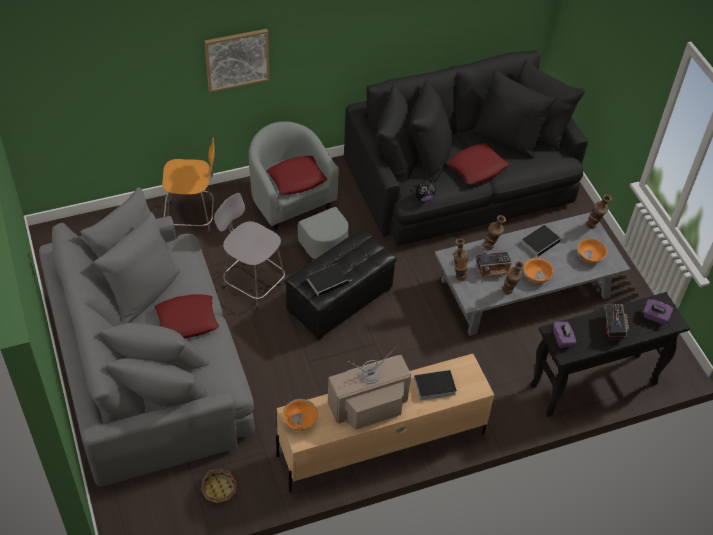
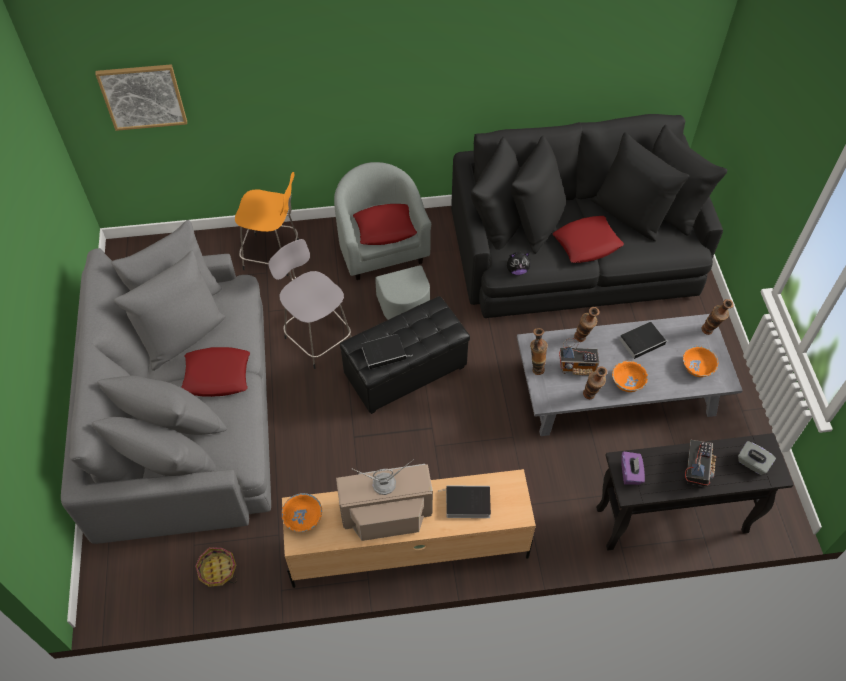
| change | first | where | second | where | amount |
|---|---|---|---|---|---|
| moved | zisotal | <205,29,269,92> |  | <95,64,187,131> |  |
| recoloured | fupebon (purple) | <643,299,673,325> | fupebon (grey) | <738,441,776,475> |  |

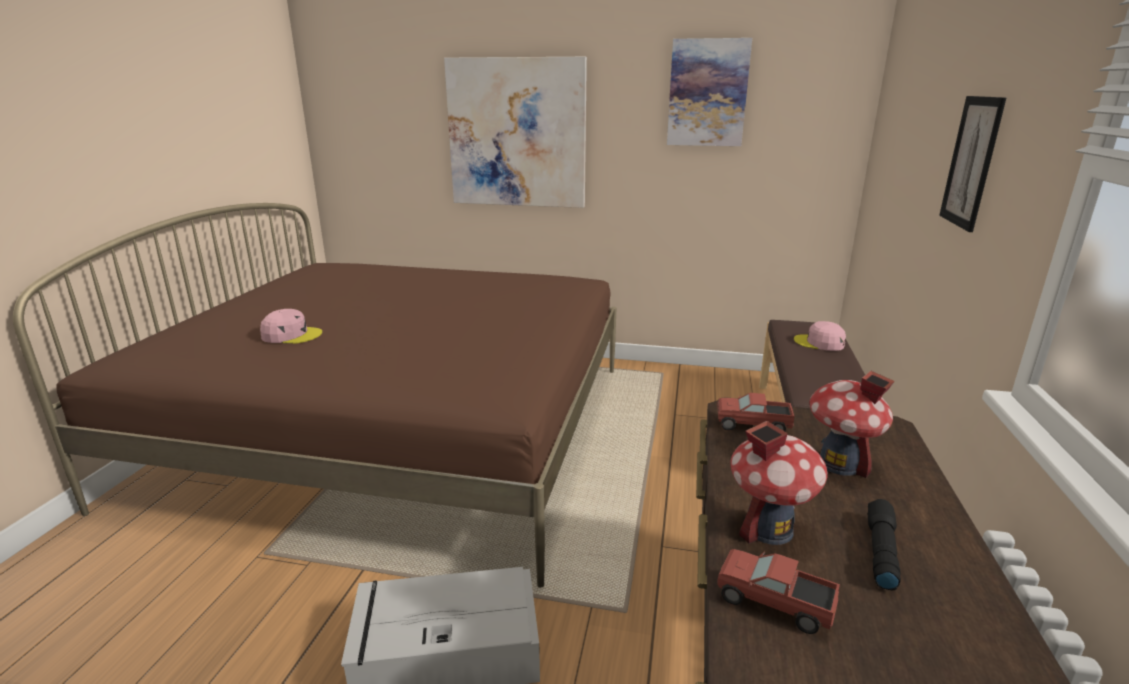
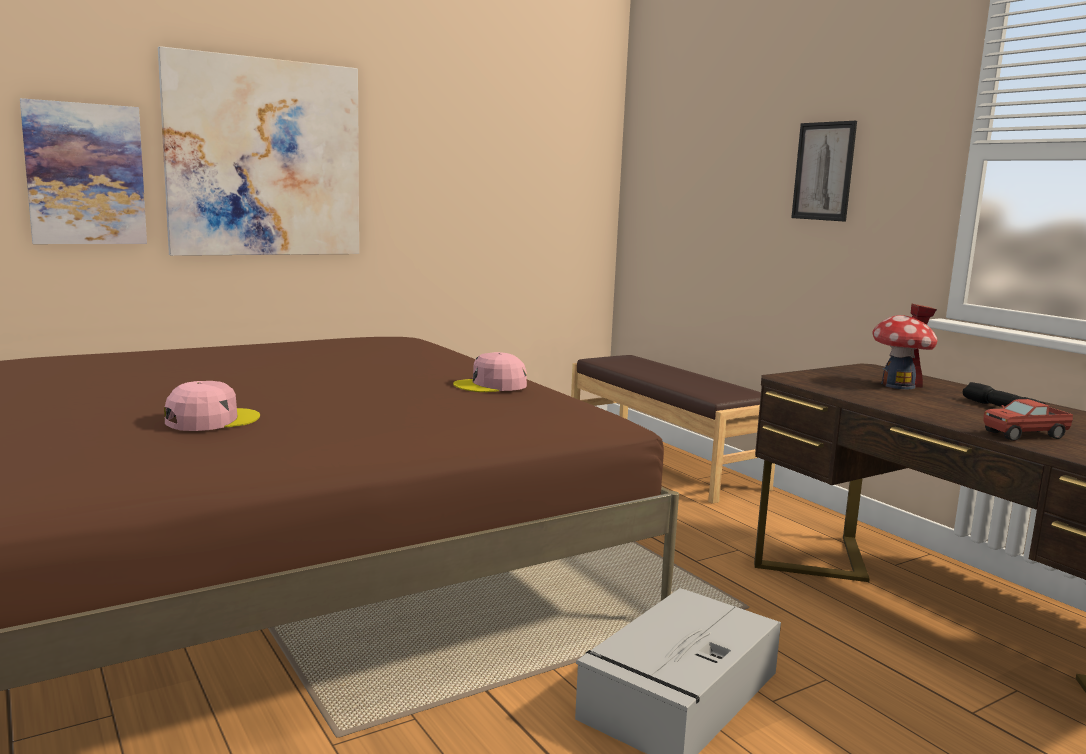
| change | first | where | second | where | amount |
|---|---|---|---|---|---|
| moved | zisotal | <667,38,752,146> |  | <20,98,147,244> |  |
| moved | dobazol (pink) | <794,321,846,351> |  | <453,352,527,392> |  |
| removed | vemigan | <717,393,794,431> |  |  |  |
| removed | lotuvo | <730,421,828,545> |  |  |  |

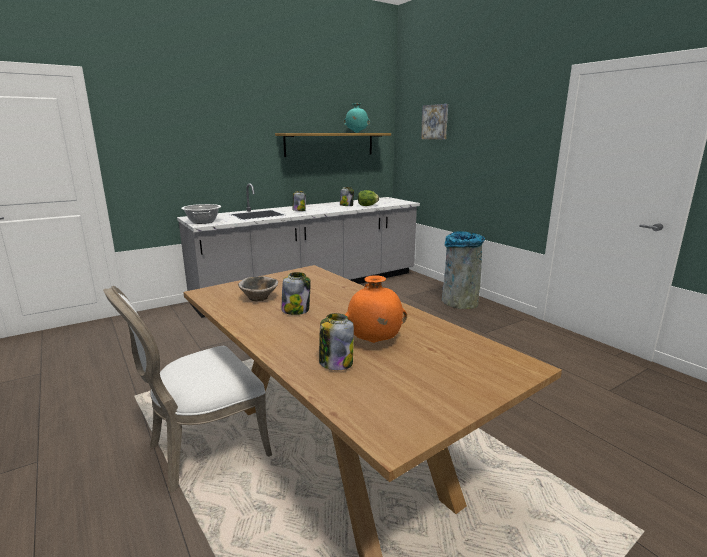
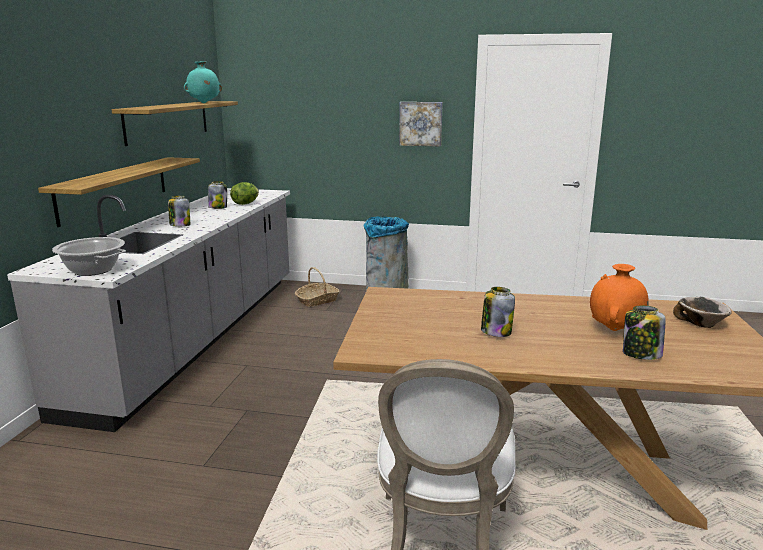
| change | first | where | second | where | amount |
|---|---|---|---|---|---|
| added |  |  | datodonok | <38,157,200,227> |  |
| added |  |  | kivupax | <295,267,340,307> |  |
| moved | zisotal | <421,104,448,140> |  | <399,102,443,146> |  |
| moved | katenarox | <238,276,278,301> |  | <673,297,732,328> |  |

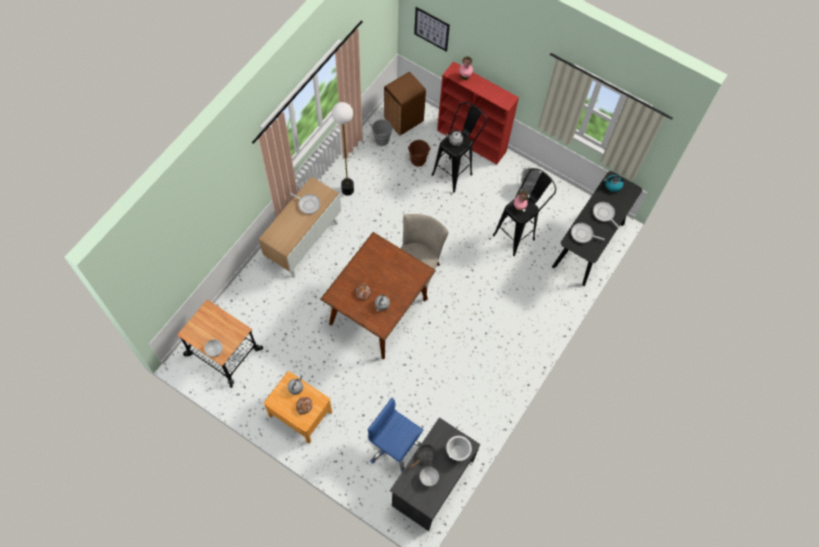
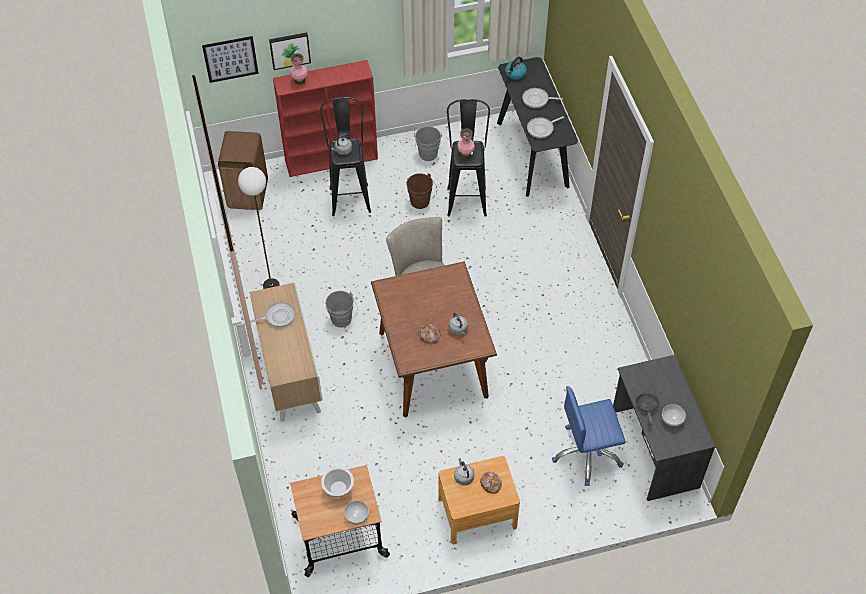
| change | first | where | second | where | amount |
|---|---|---|---|---|---|
| added |  |  | zisotal | <269,33,311,70> |  |
| moved | katenarox (white) | <446,436,472,461> |  | <321,467,354,499> |  |
| moved | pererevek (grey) | <371,119,393,146> |  | <325,291,358,328> |  |
| moved | pererevek (brown) | <408,140,430,167> |  | <406,173,437,209> |  |

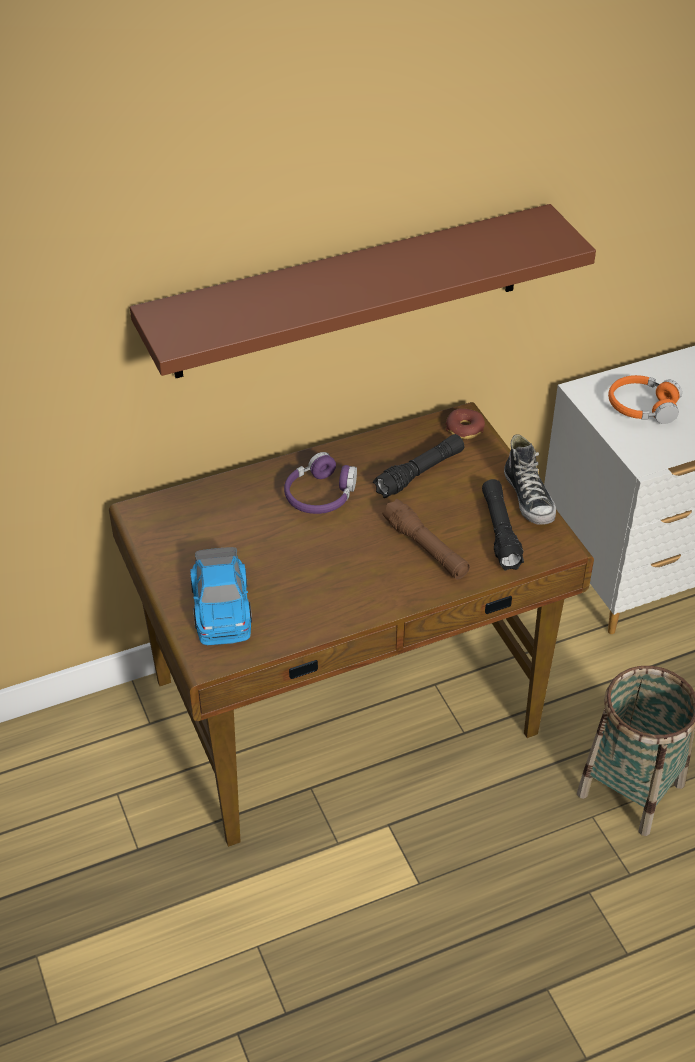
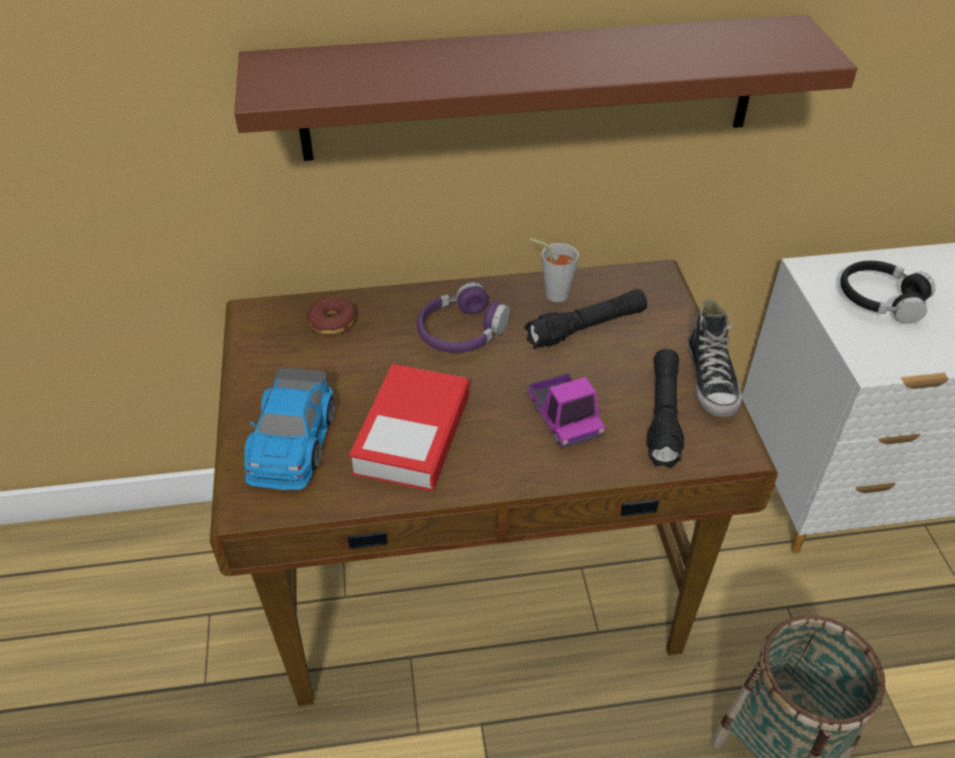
| change | first | where | second | where | amount |
|---|---|---|---|---|---|
| moved | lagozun | <446,408,485,439> |  | <307,296,355,335> |  |
| added |  |  | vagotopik | <349,364,469,491> |  |
| replaced | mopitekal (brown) | <382,499,470,579> | vemigan | <527,373,605,449> |  |
| added |  |  | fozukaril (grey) | <529,238,579,302> |  |
| recoloured | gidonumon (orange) | <608,375,682,424> | gidonumon (black) | <840,261,936,324> |  |

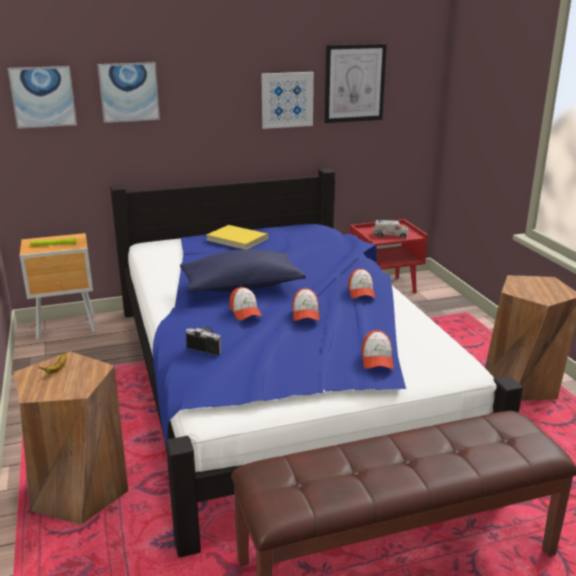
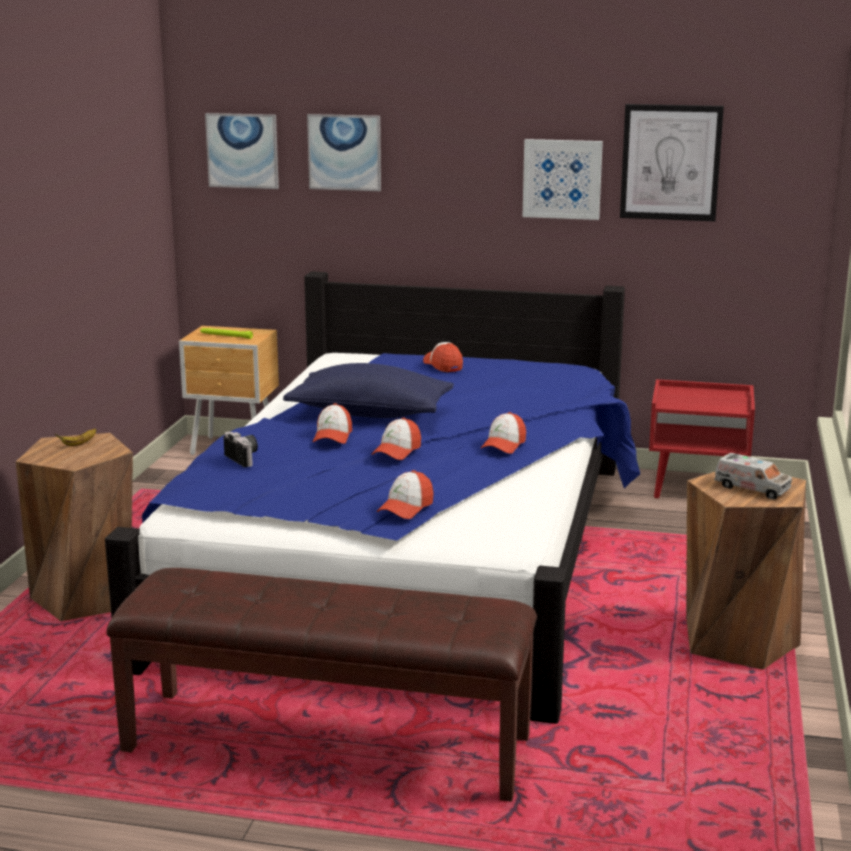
| change | first | where | second | where | amount |
|---|---|---|---|---|---|
| replaced | vagotopik (yellow) | <206,225,268,250> | dobazol | <423,342,463,372> |  |
| moved | vemigan | <373,220,408,238> |  | <714,453,792,500> |  |

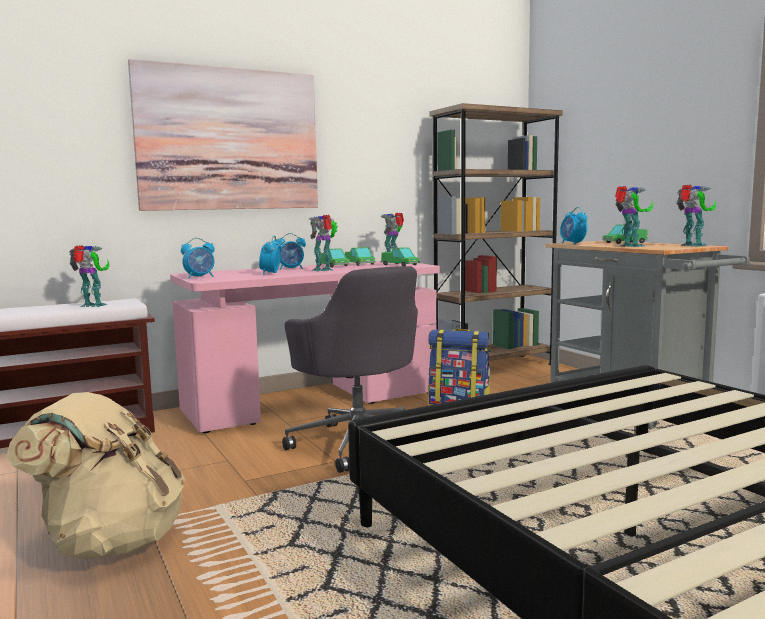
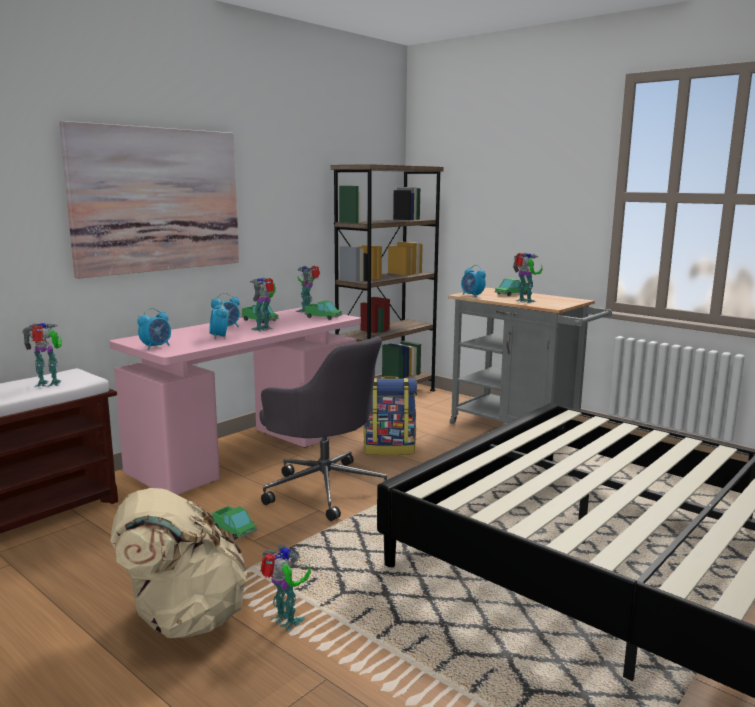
| change | first | where | second | where | amount |
|---|---|---|---|---|---|
| moved | vemigan | <345,247,376,266> |  | <212,506,257,540> |  |
| moved | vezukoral | <677,185,716,247> |  | <260,544,311,632> |  |

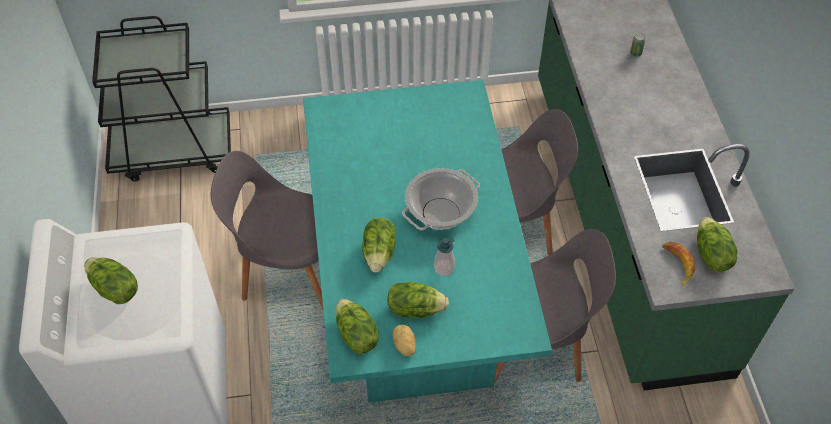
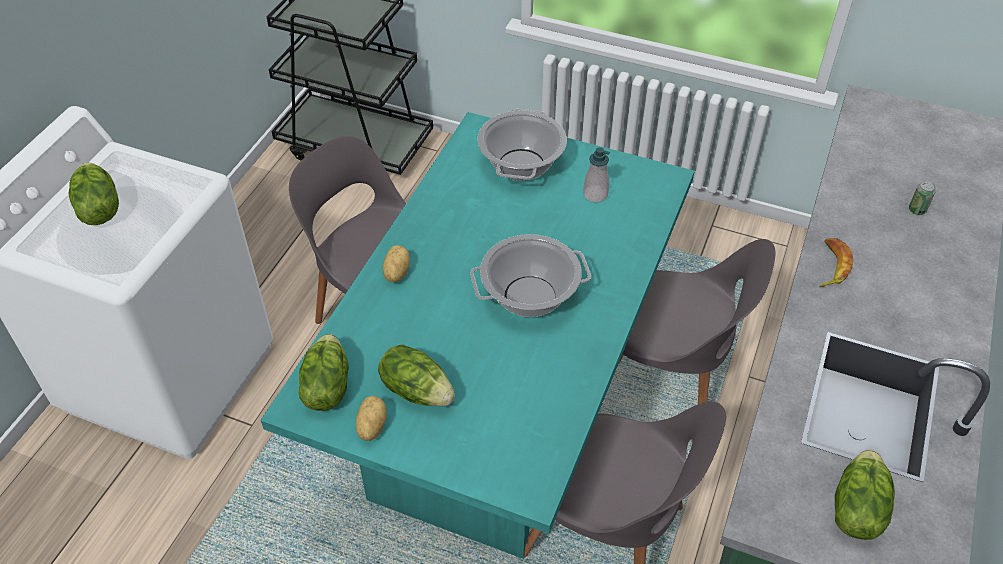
| change | first | where | second | where | amount |
|---|---|---|---|---|---|
| added |  |  | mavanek | <383,245,410,282> |  |
| added |  |  | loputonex | <477,109,567,181> |  |
| moved | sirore | <434,238,455,276> |  | <583,147,610,202> |  |
| moved | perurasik | <662,242,695,287> |  | <819,238,853,287> |  |
| removed | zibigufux | <362,218,396,273> |  |  |  |

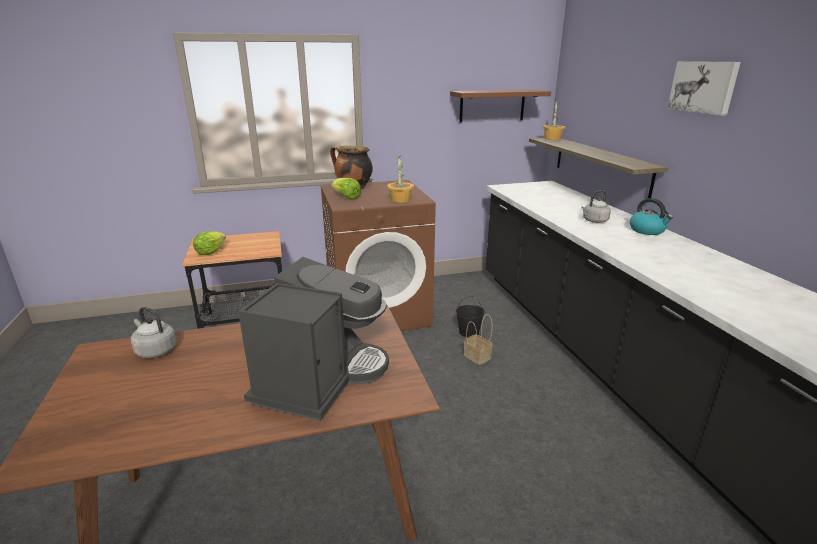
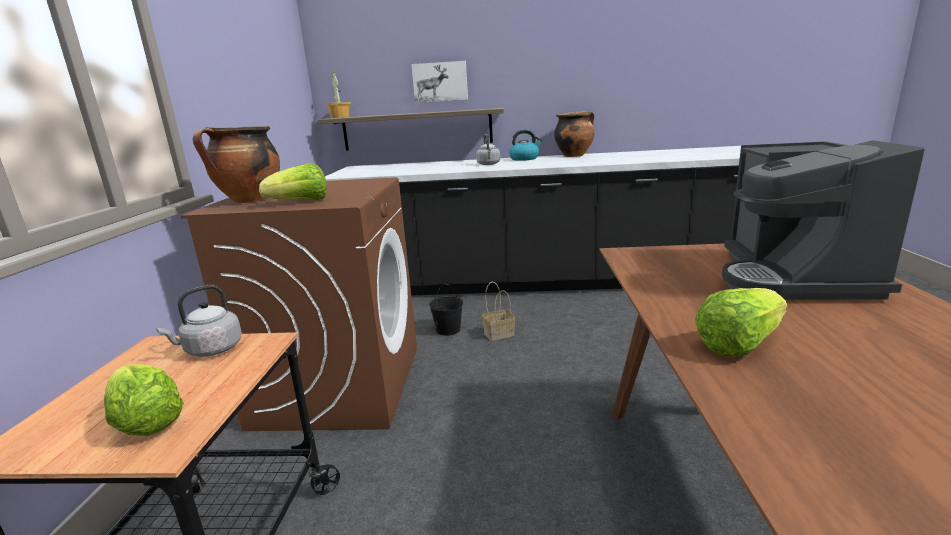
| change | first | where | second | where | amount |
|---|---|---|---|---|---|
| moved | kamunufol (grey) | <131,307,176,358> |  | <156,285,242,357> |  |
| moved | zisotal | <667,61,741,116> |  | <411,61,468,103> |  |
| added |  |  | loputonex | <554,110,594,157> |  |
| added |  |  | zibigufux | <695,288,787,357> |  |
| turned | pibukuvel | <238,257,389,421> |  | <722,140,925,300> | 120 degrees counterclockwise |
| removed | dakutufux | <387,156,414,203> |  |  |  |
| removed | datodonok (brown) | <450,89,551,122> |  |  |  |

